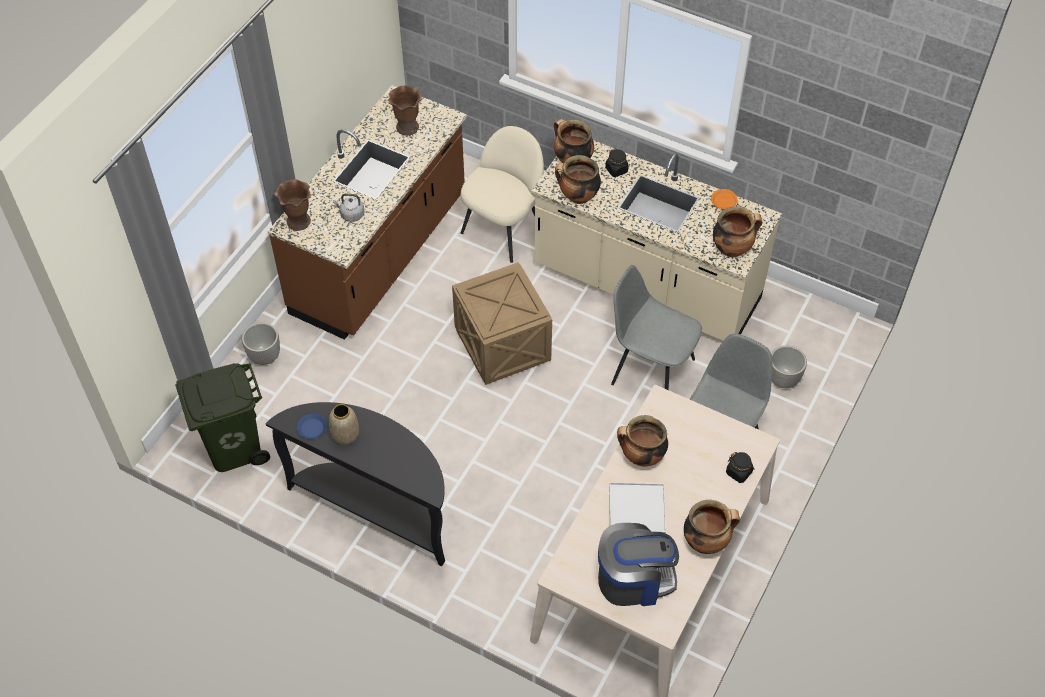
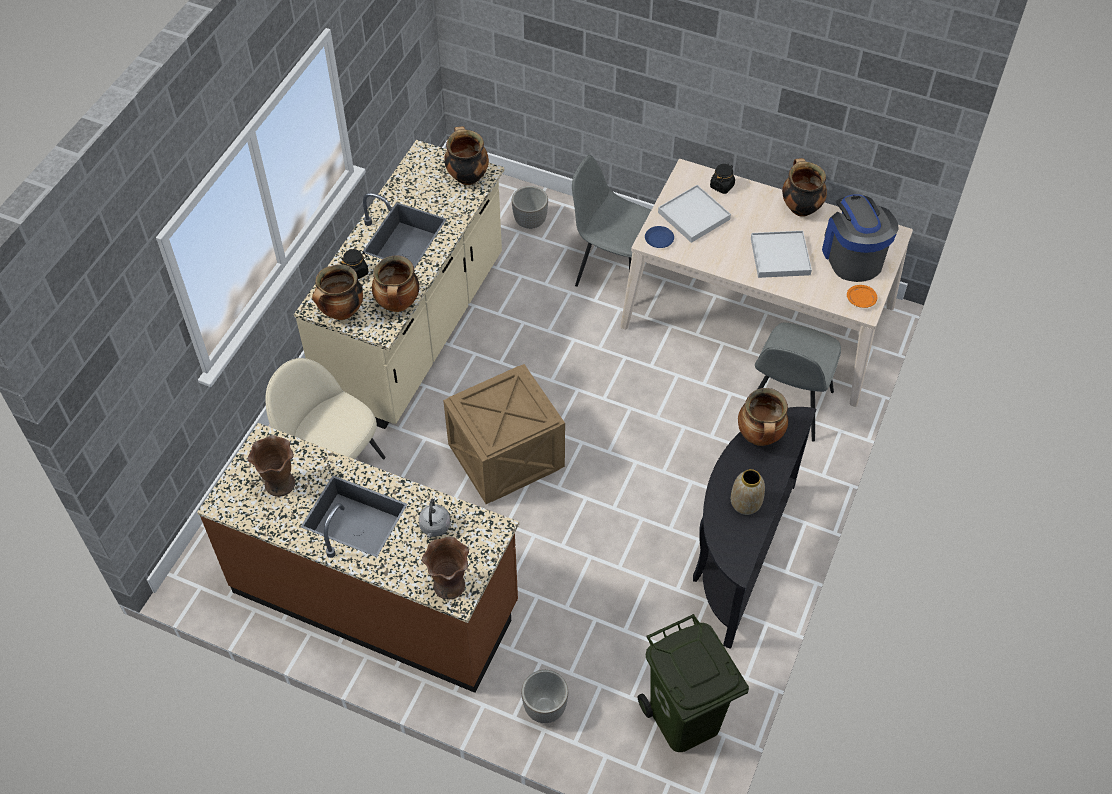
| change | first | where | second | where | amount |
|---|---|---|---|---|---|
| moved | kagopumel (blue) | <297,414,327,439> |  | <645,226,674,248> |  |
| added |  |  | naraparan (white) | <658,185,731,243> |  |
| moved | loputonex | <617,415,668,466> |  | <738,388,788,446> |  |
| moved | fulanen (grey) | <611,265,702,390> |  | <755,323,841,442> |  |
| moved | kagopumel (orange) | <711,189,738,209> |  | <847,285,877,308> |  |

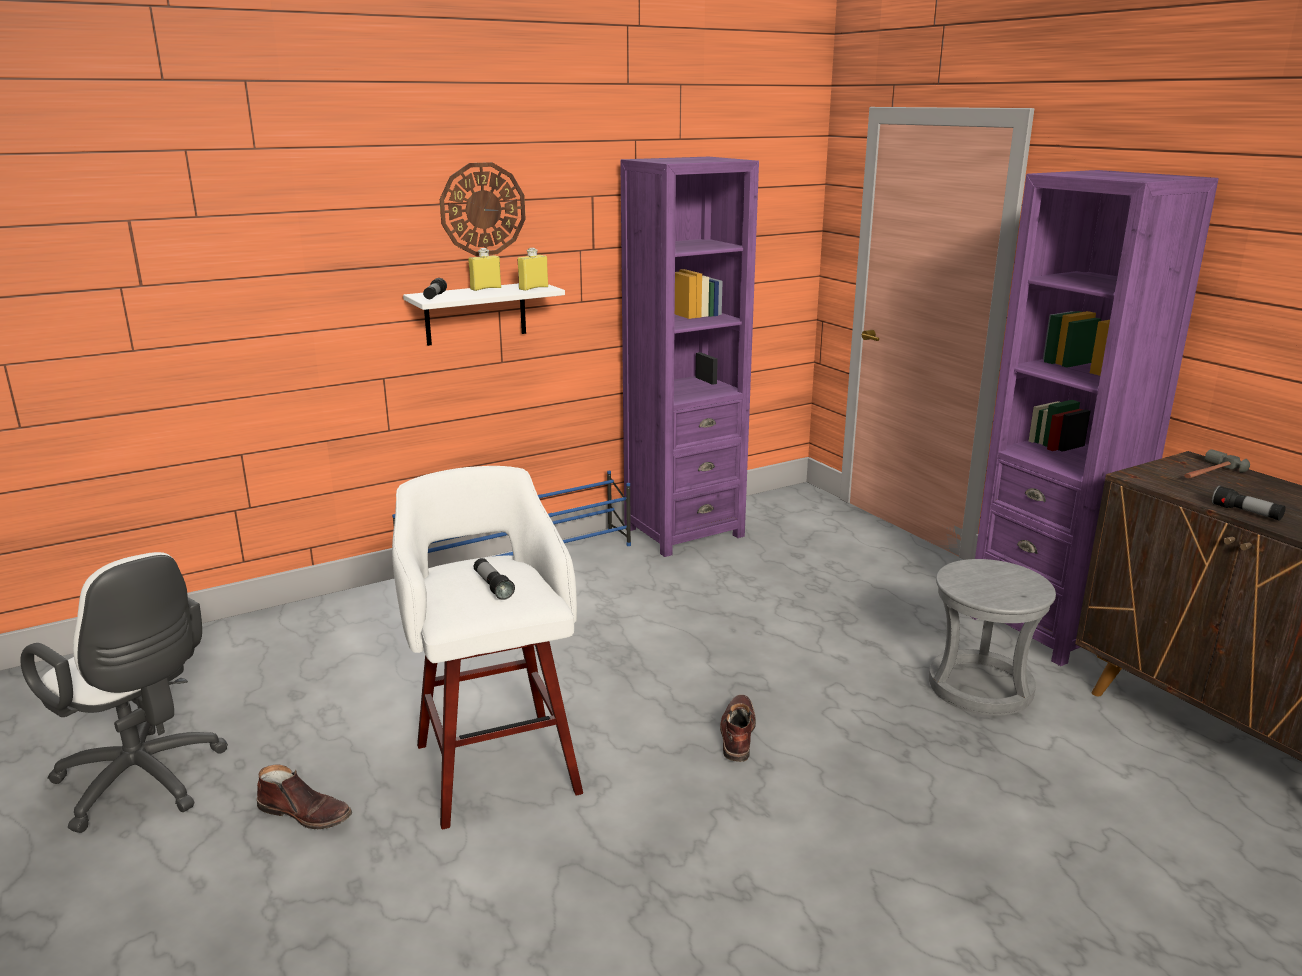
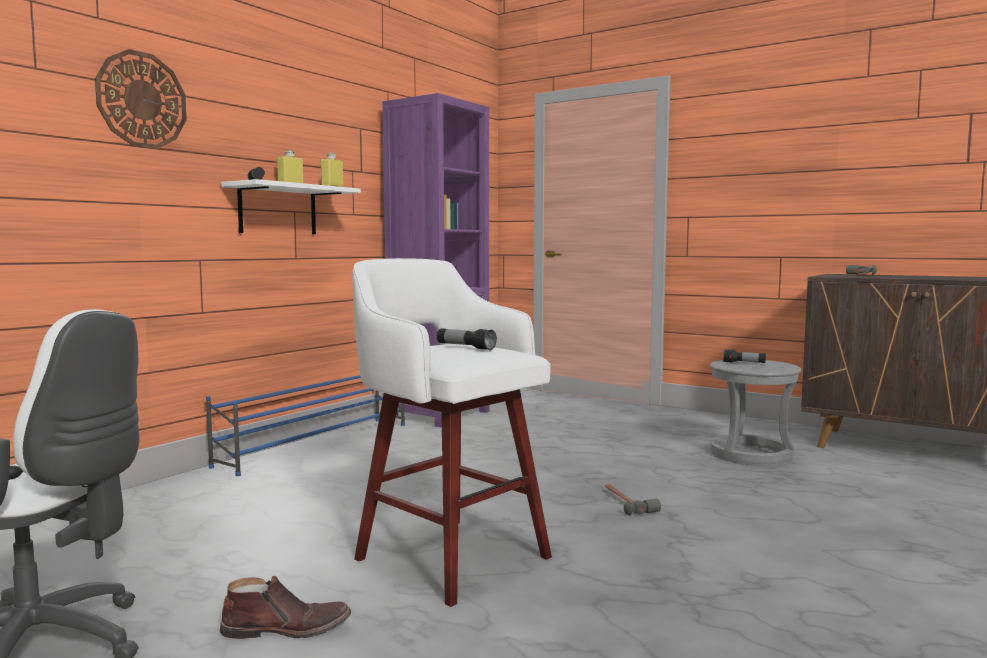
| change | first | where | second | where | amount |
|---|---|---|---|---|---|
| moved | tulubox | <440,162,526,256> |  | <95,49,187,149> |  |
| replaced | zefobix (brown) | <720,695,756,762> | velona | <605,484,661,516> |  |
| moved | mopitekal | <1212,485,1285,521> |  | <723,349,766,363> |  |
| removed | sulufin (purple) | <969,170,1218,666> |  |  |  |

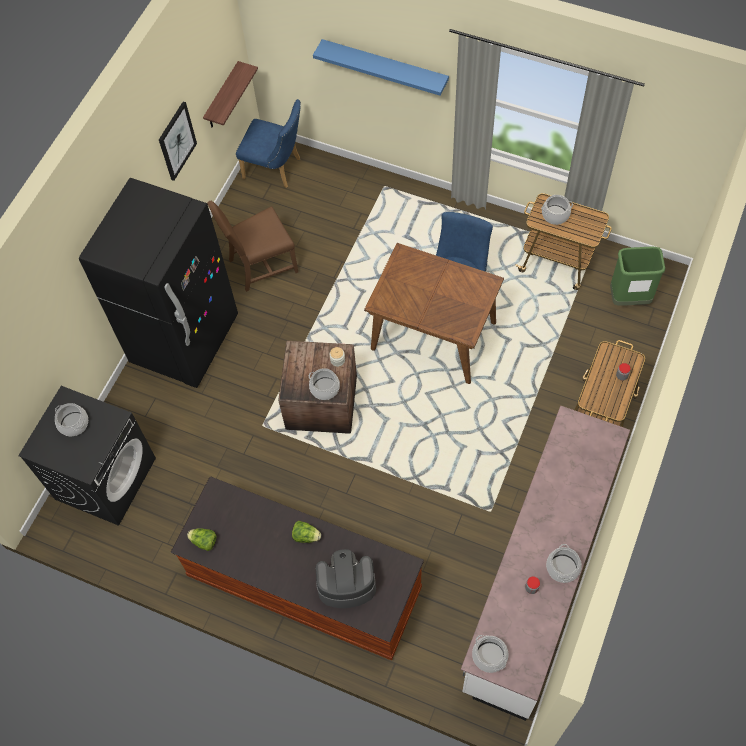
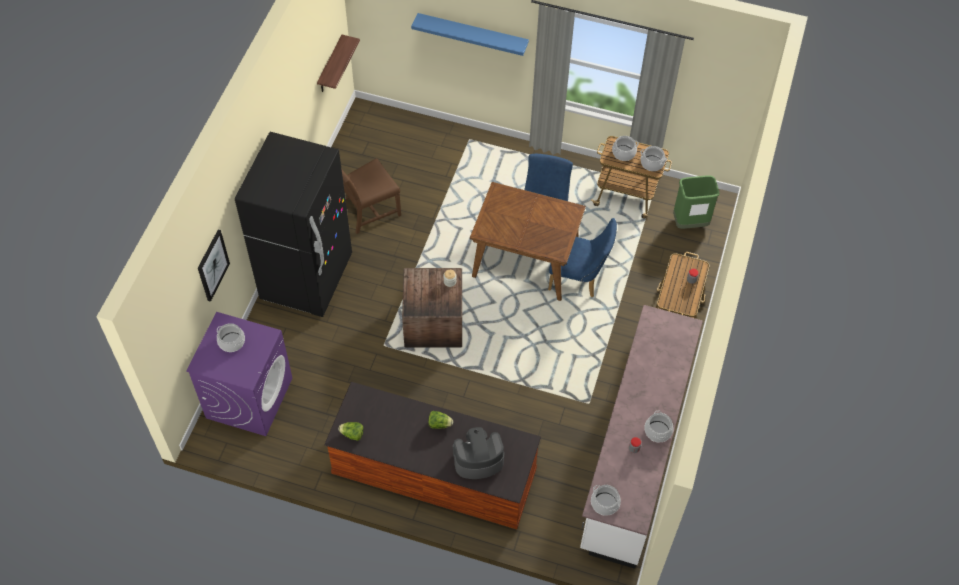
| change | first | where | second | where | amount |
|---|---|---|---|---|---|
| recoloured | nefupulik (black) | <18,386,156,526> | nefupulik (purple) | <186,312,292,436> |  |
| moved | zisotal | <159,102,197,181> |  | <198,230,230,302> |  |
| moved | fulanen (blue) | <236,99,301,188> |  | <548,218,617,297> |  |
| moved | loputonex | <309,368,340,400> |  | <641,146,667,171> |  |

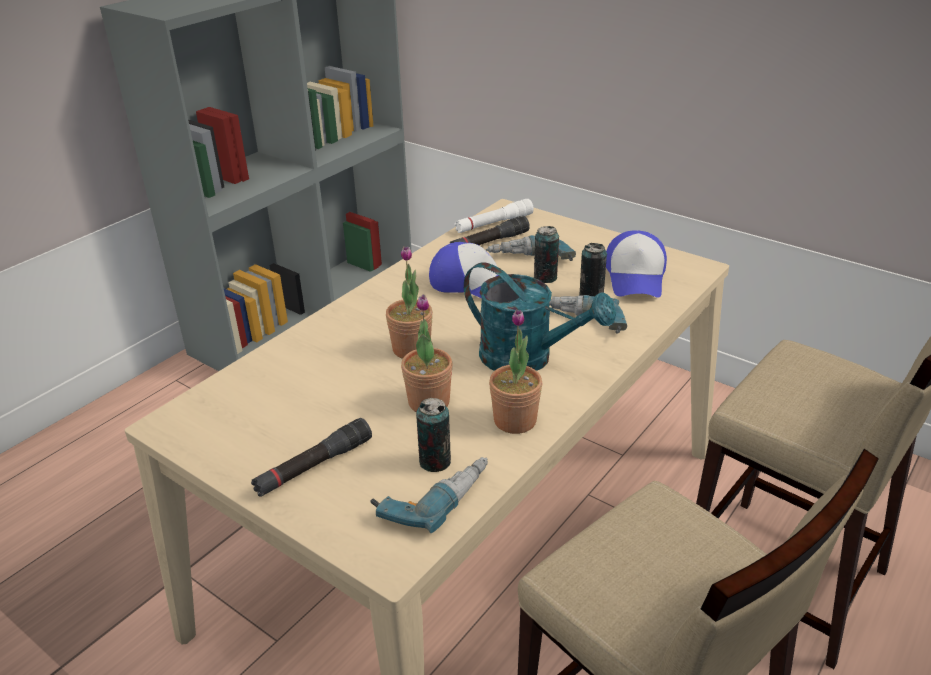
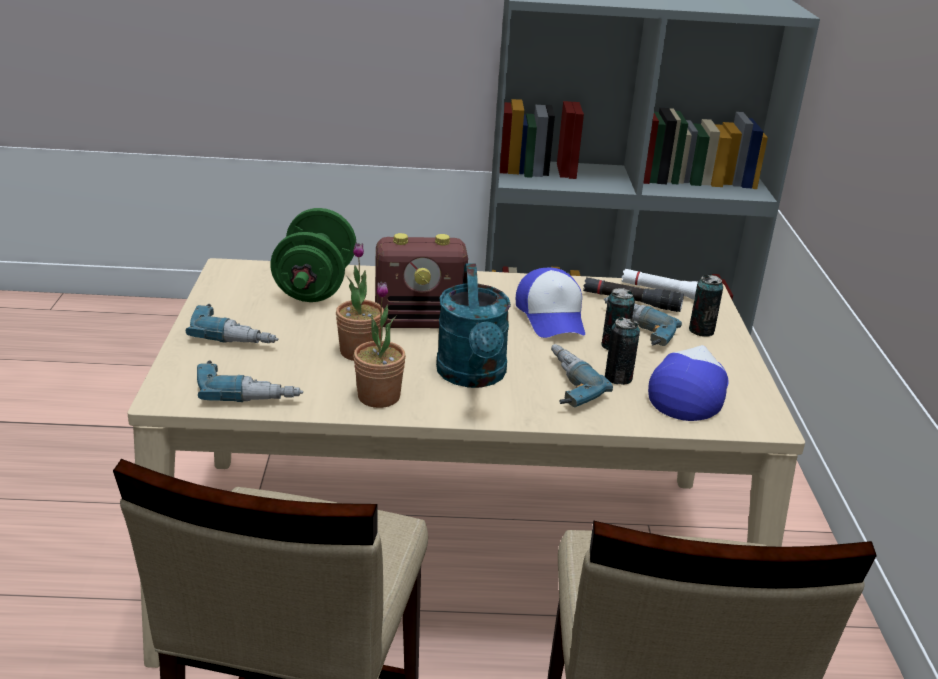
| change | first | where | second | where | amount |
|---|---|---|---|---|---|
| replaced | mopitekal (black) | <251,418,372,497> | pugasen | <186,304,278,343> |  |
| added |  |  | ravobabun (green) | <271,208,356,302> |  |
| replaced | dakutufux | <386,246,433,359> | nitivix | <375,233,468,328> |  |
| turned | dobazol | <606,230,667,297> |  | <648,345,729,421> | 150 degrees clockwise |
| moved | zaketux | <416,398,451,472> |  | <689,275,723,337> |  |

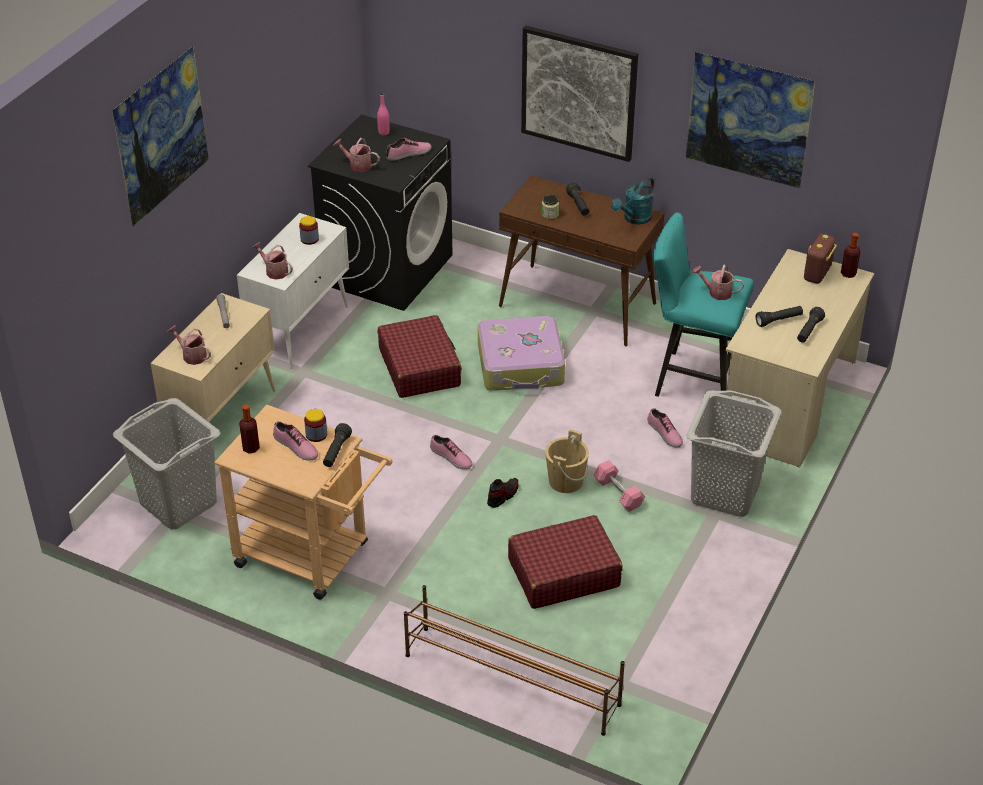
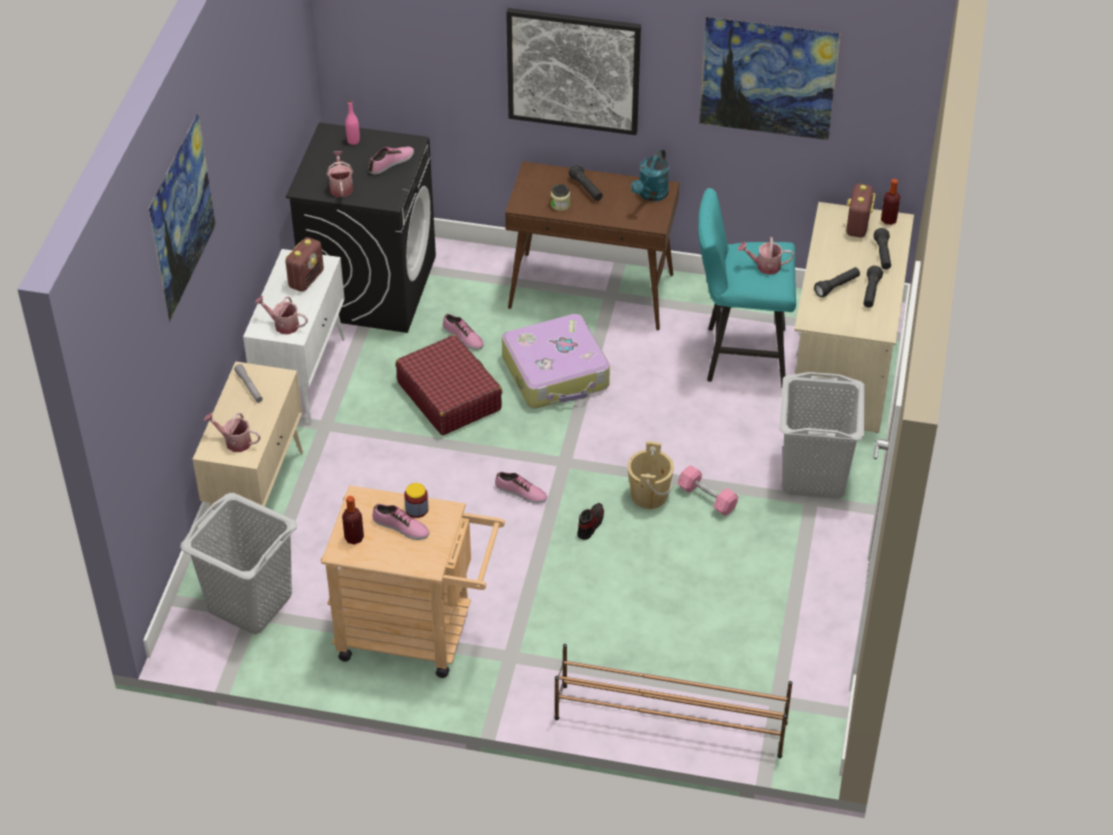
| change | first | where | second | where | amount |
|---|---|---|---|---|---|
| replaced | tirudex | <299,216,319,245> | nitivix | <285,237,324,292> |  |
| turned | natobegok | <334,138,380,172> |  | <327,151,353,197> | 75 degrees clockwise |
| moved | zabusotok | <647,408,683,448> |  | <443,314,484,350> |  |
| moved | mopitekal (black) | <323,423,352,467> |  | <874,228,891,269> |  |
| removed | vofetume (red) | <508,515,623,609> |  |  |  |

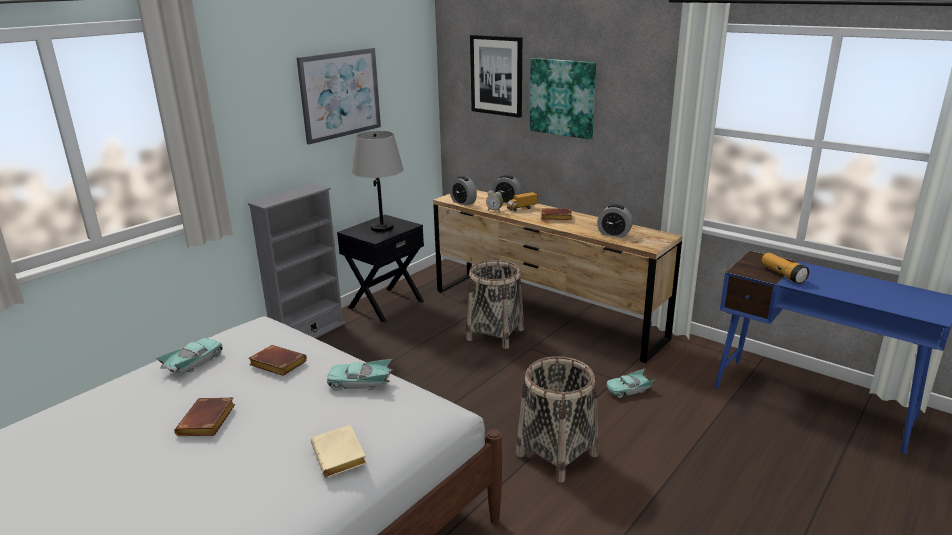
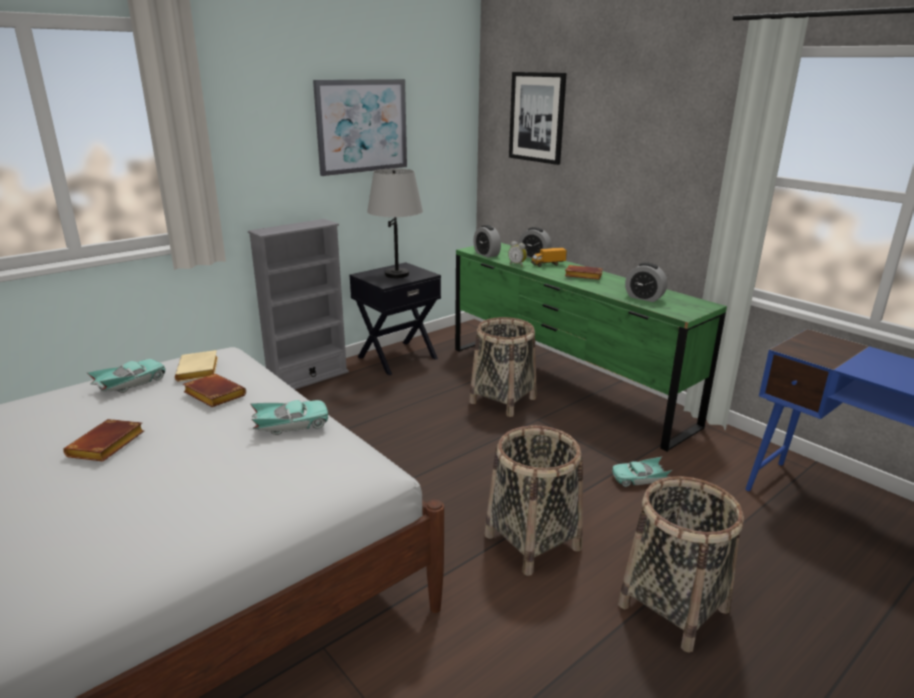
| change | first | where | second | where | amount |
|---|---|---|---|---|---|
| moved | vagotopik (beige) | <311,425,367,478> |  | <175,350,218,382> |  |
| turned | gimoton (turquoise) | <327,359,393,390> |  | <250,400,329,435> | 150 degrees clockwise |
| recoloured | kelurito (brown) | <433,190,683,363> | kelurito (green) | <455,243,727,452> |  |
| added |  |  | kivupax | <618,476,744,653> |  |
| removed | zisotal | <530,58,596,139> |  |  |  |
| removed | mopitekal | <761,253,809,284> |  |  |  |

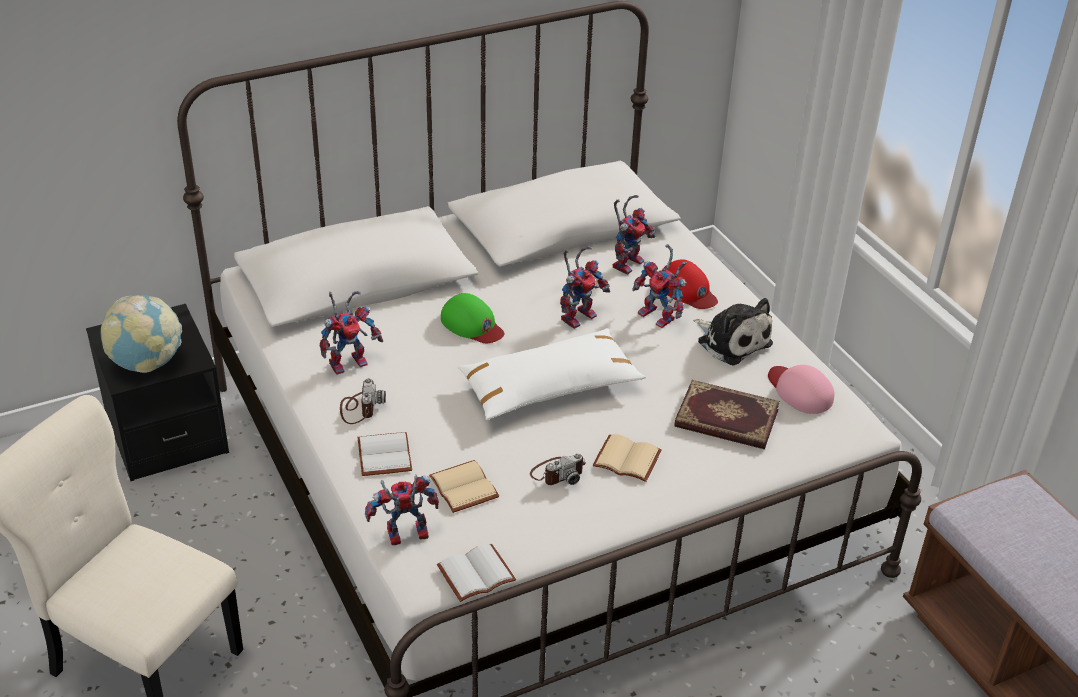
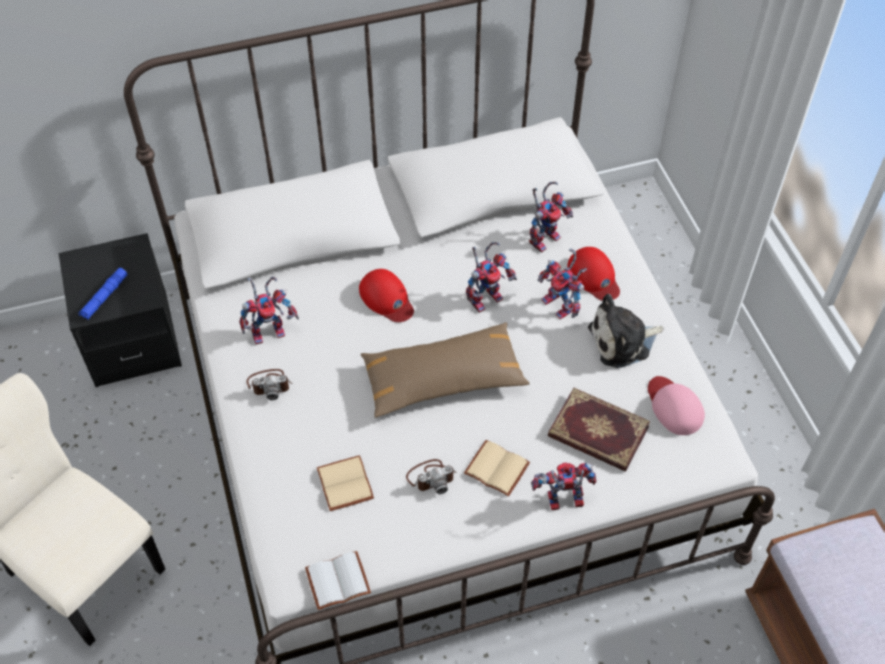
| change | first | where | second | where | amount |
|---|---|---|---|---|---|
| replaced | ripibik | <101,295,182,373> | mopitekal (blue) | <78,268,127,320> |  |
| turned | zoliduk | <340,378,386,424> |  | <246,369,292,400> | 75 degrees clockwise |
| recoloured | dobazol (green) | <441,293,504,343> | dobazol (red) | <359,269,414,322> |  |
| recoloured | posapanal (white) | <458,328,646,420> | posapanal (brown) | <361,322,530,418> |  |
| moved | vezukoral | <365,475,439,545> |  | <531,463,596,510> |  |
| turned | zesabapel | <693,298,773,366> |  | <588,294,663,368> | 105 degrees clockwise |
| removed | vagotopik (white) | <357,432,412,476> |  |  |  |

